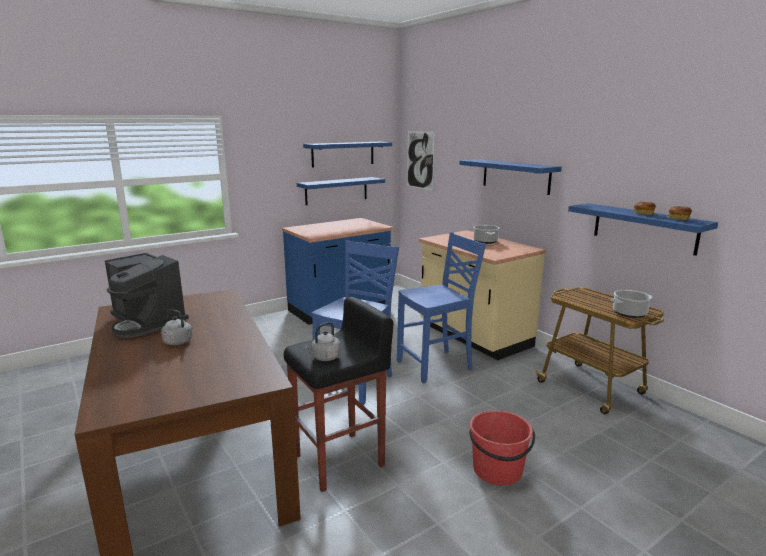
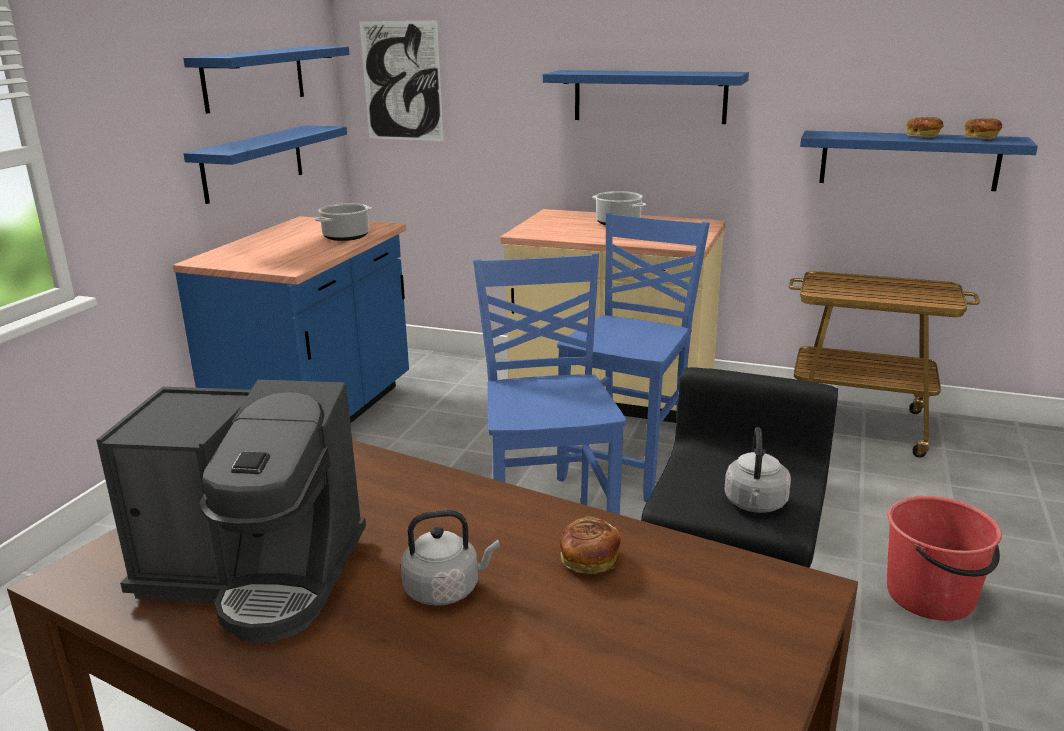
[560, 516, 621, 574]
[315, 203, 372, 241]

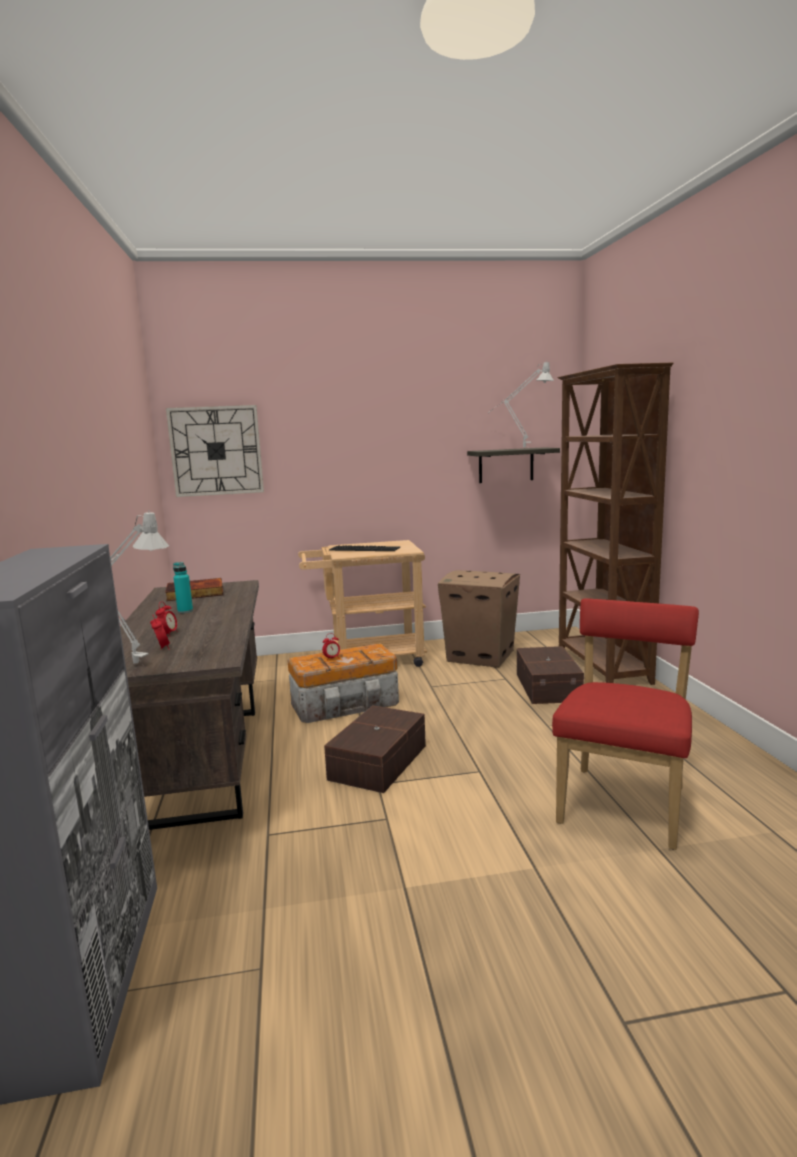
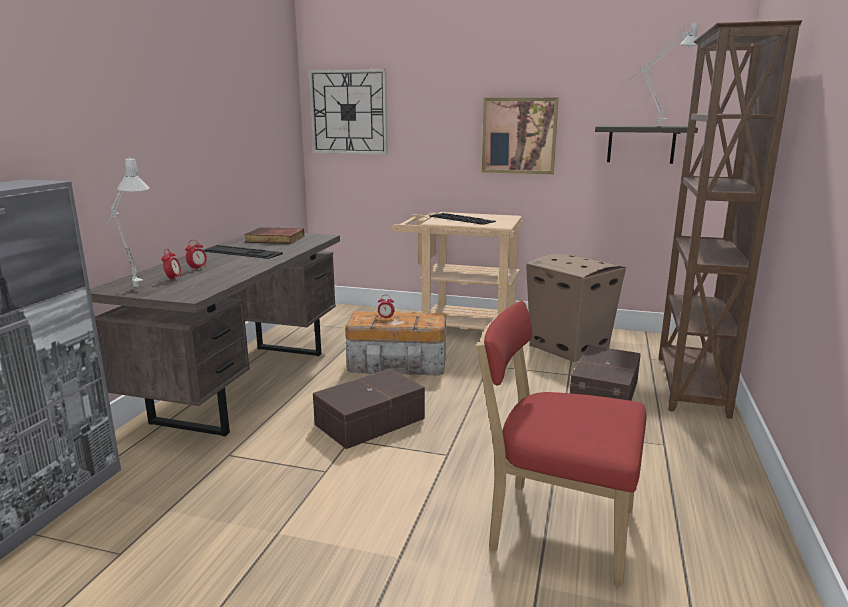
[482, 98, 559, 174]
[203, 245, 283, 259]
[477, 301, 647, 587]

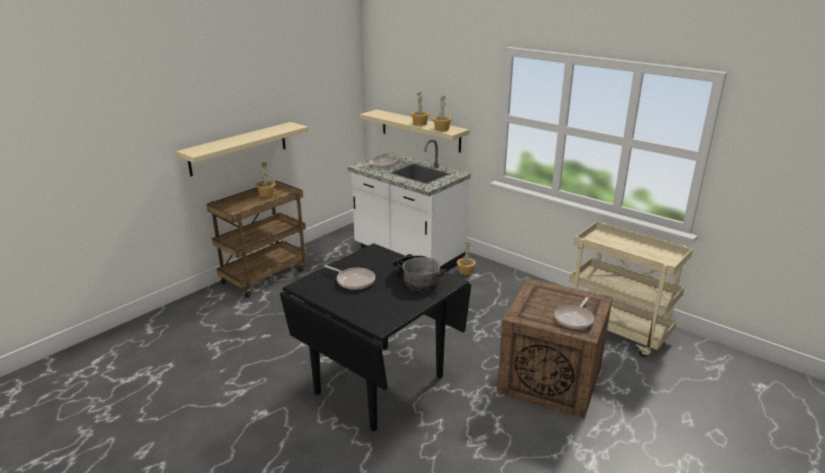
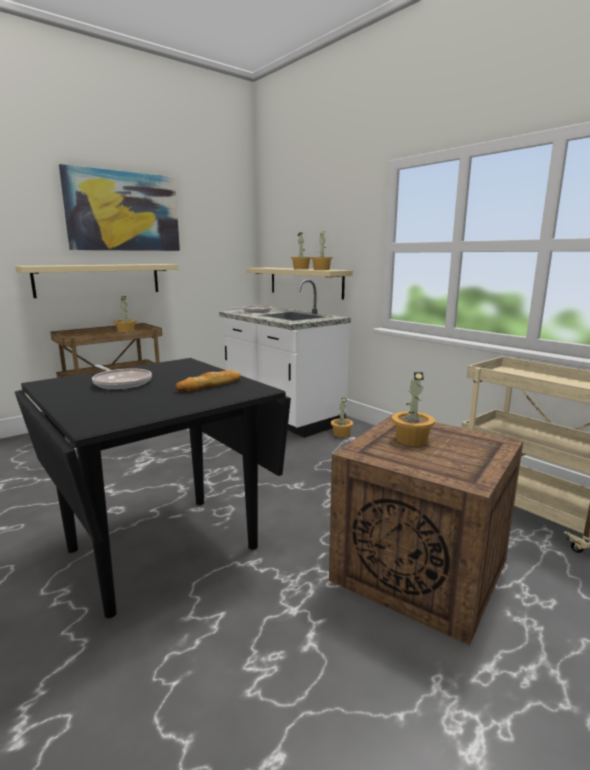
[554, 297, 594, 329] (first image)
[59, 164, 180, 251]
[392, 372, 435, 446]
[175, 370, 241, 392]

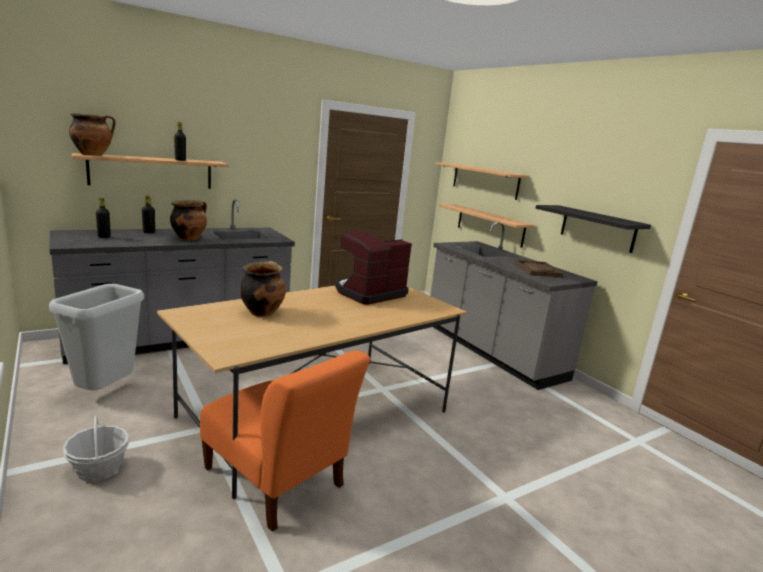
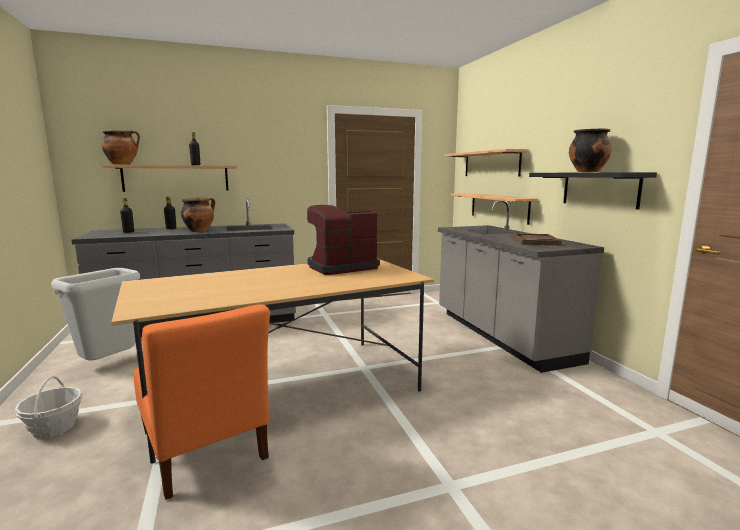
[569, 128, 612, 172]

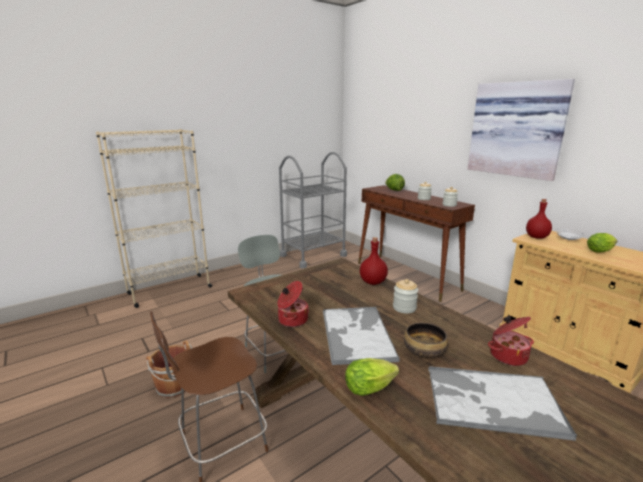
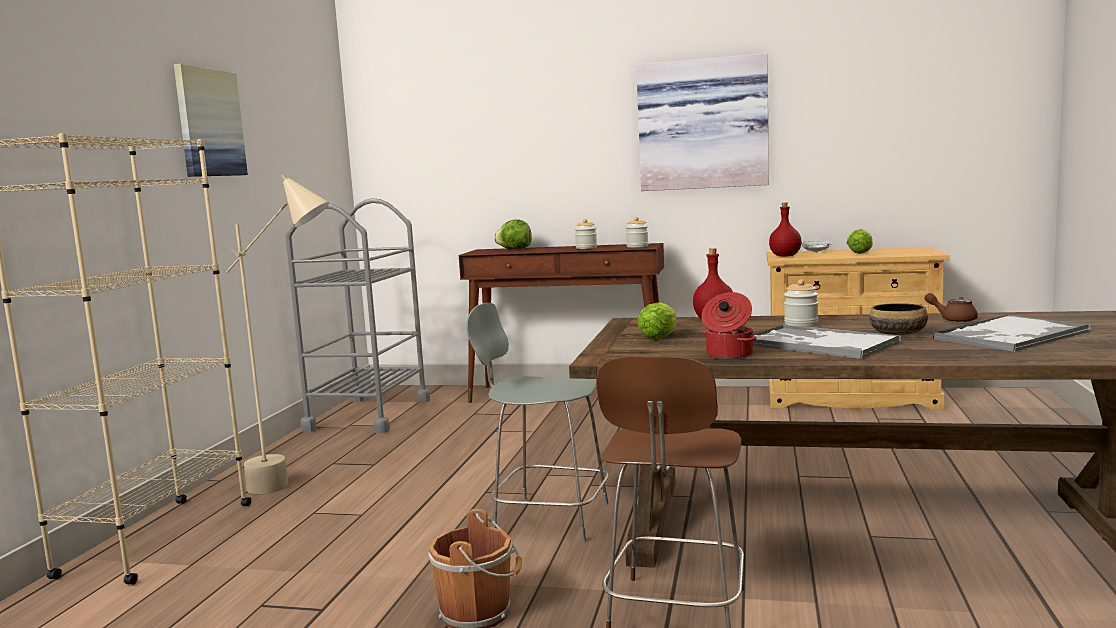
[174, 64, 248, 177]
[226, 175, 329, 494]
[637, 302, 676, 340]
[925, 293, 978, 322]

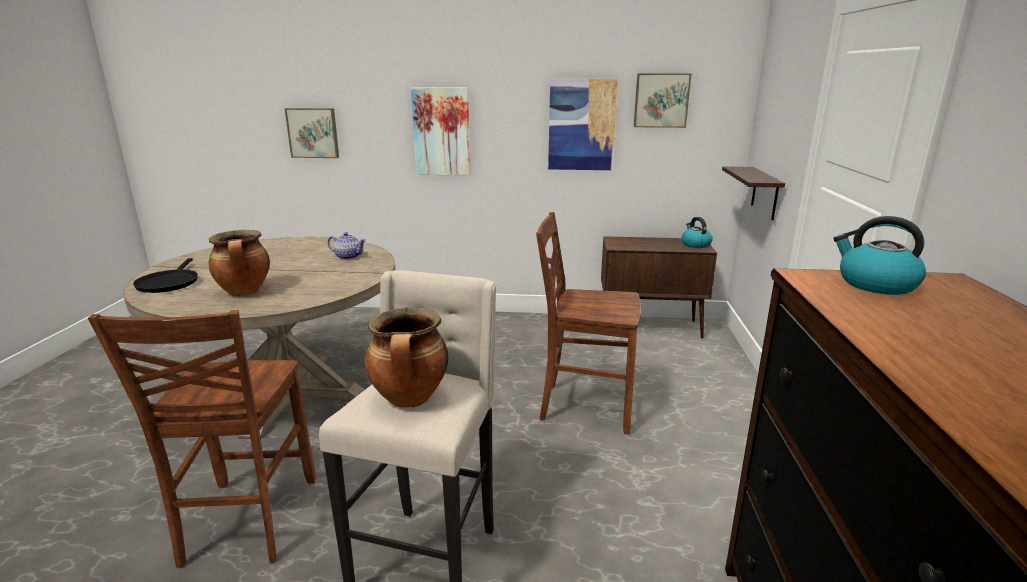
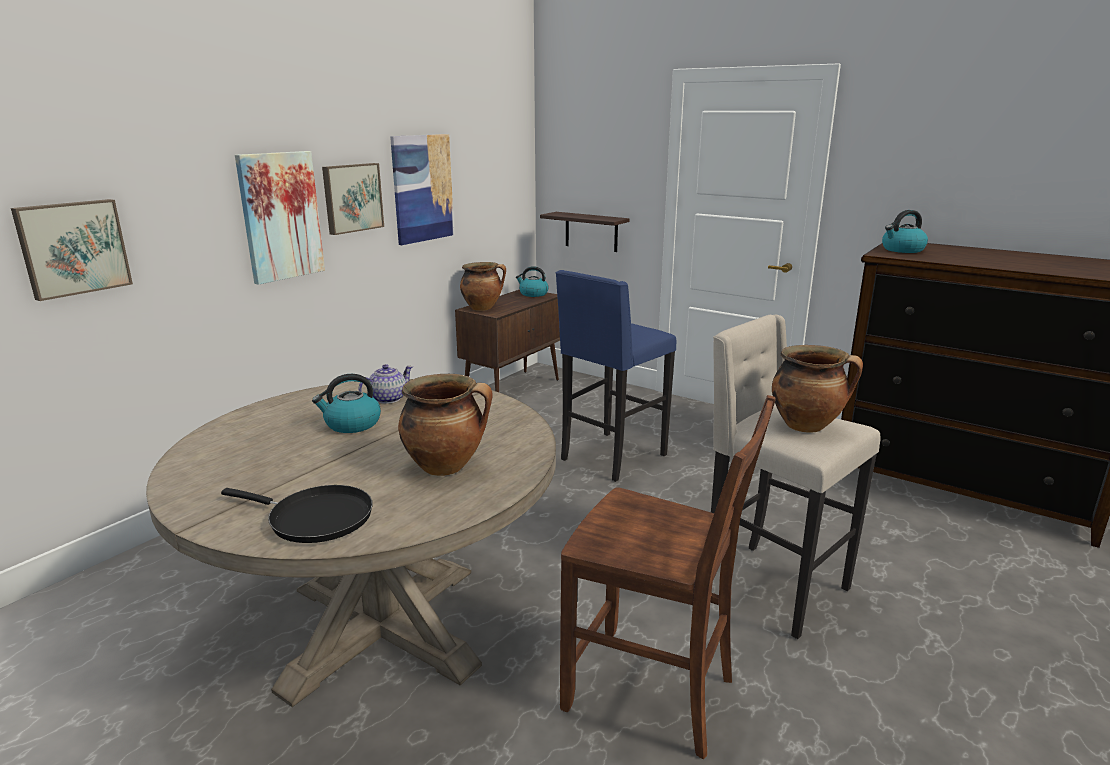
[312, 374, 381, 433]
[460, 262, 506, 311]
[322, 163, 384, 235]
[556, 270, 676, 482]

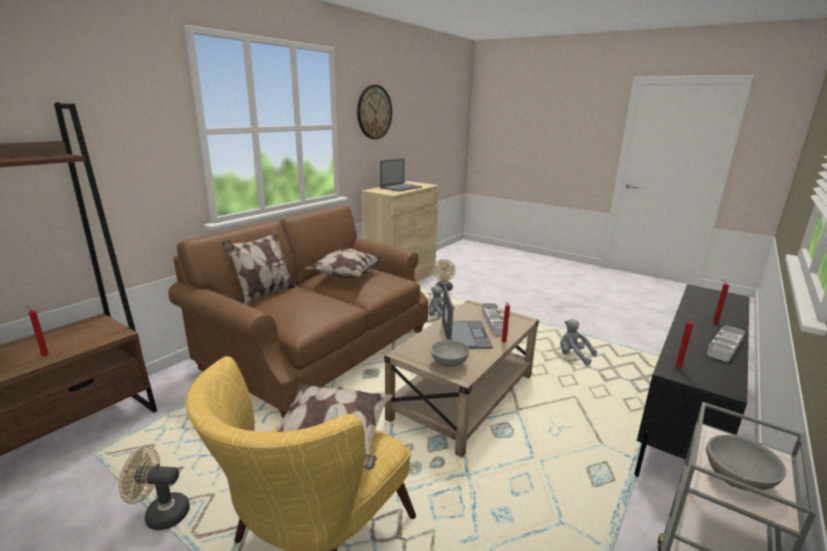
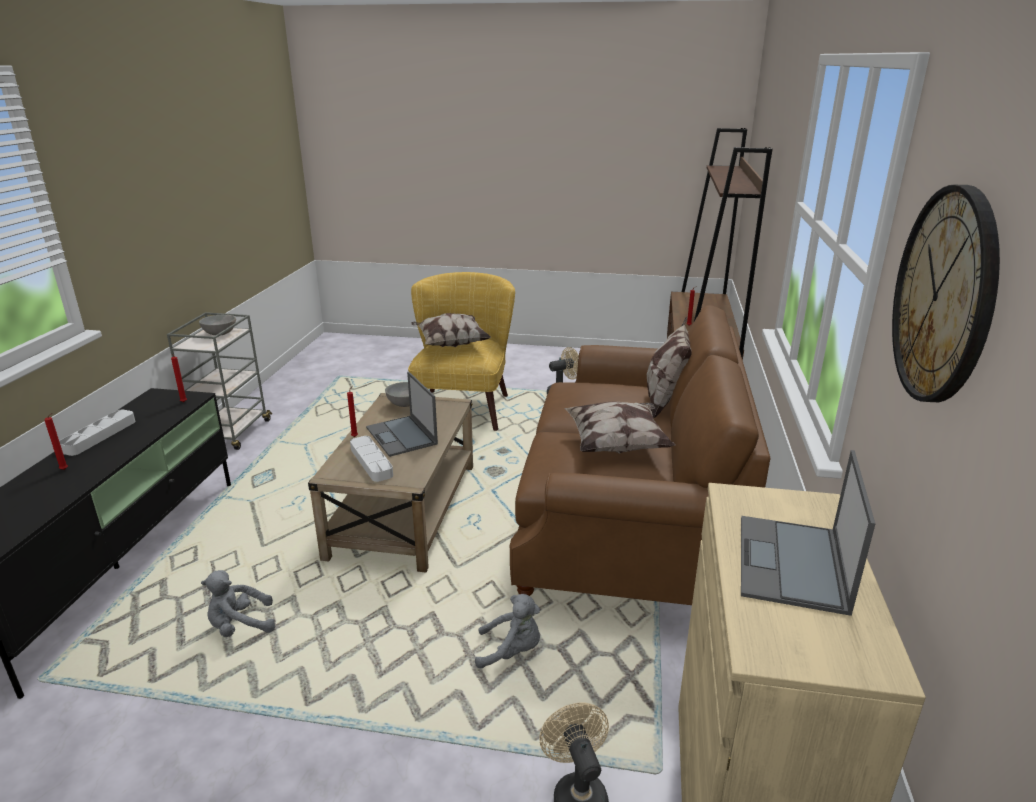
[201, 570, 275, 637]

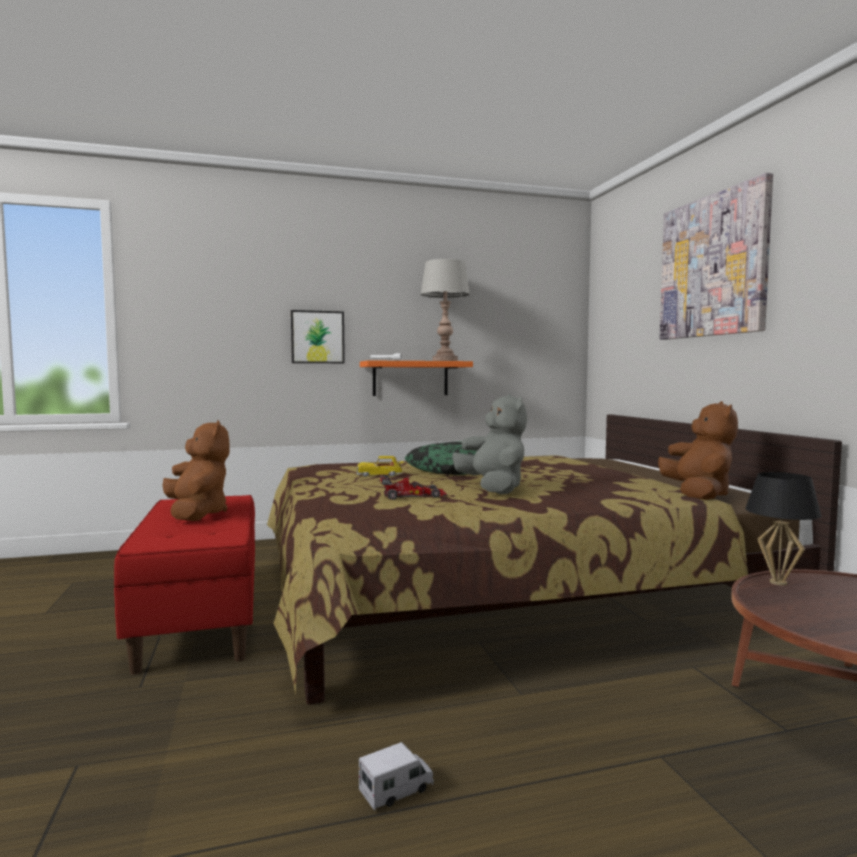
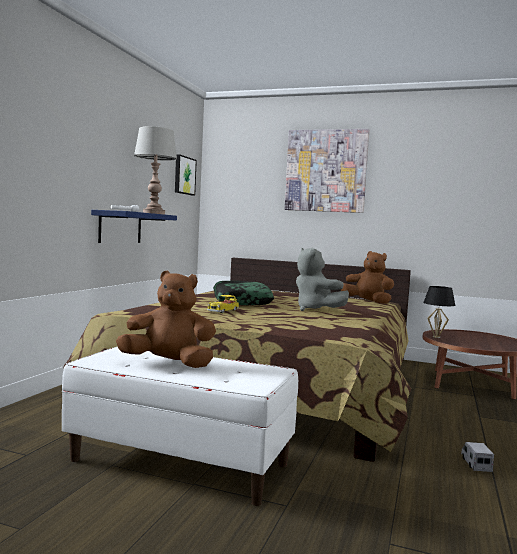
[380, 475, 447, 500] (first image)
[175, 154, 197, 196]
[62, 347, 298, 506]
[91, 210, 177, 243]
[296, 247, 349, 311]

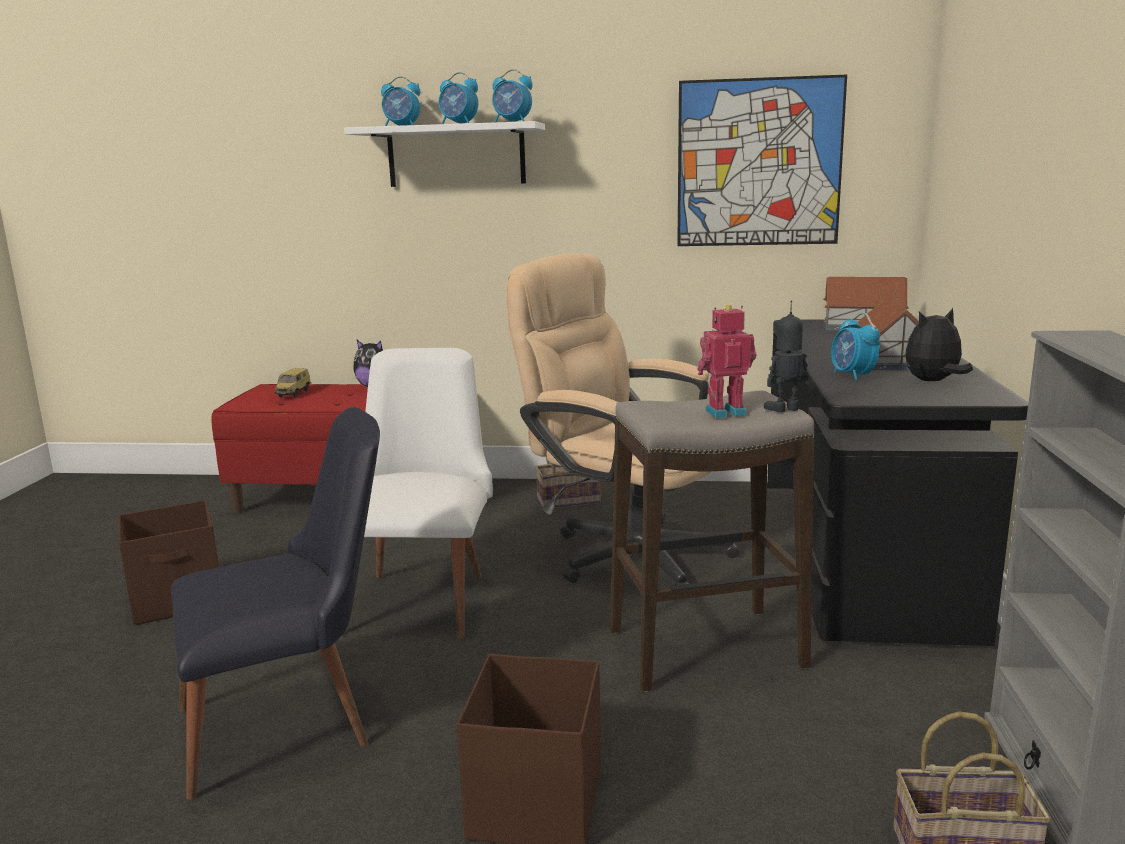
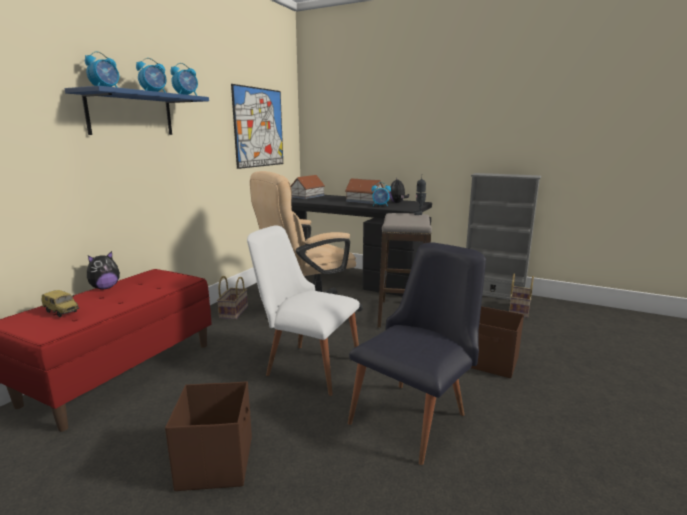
[697, 305, 756, 418] (first image)
[65, 86, 209, 135]
[348, 242, 486, 465]

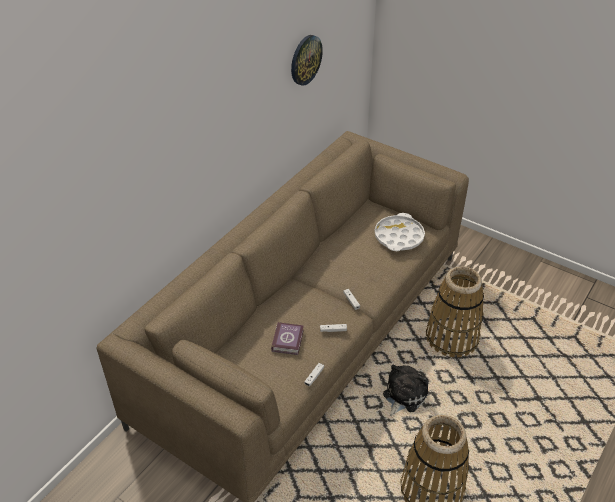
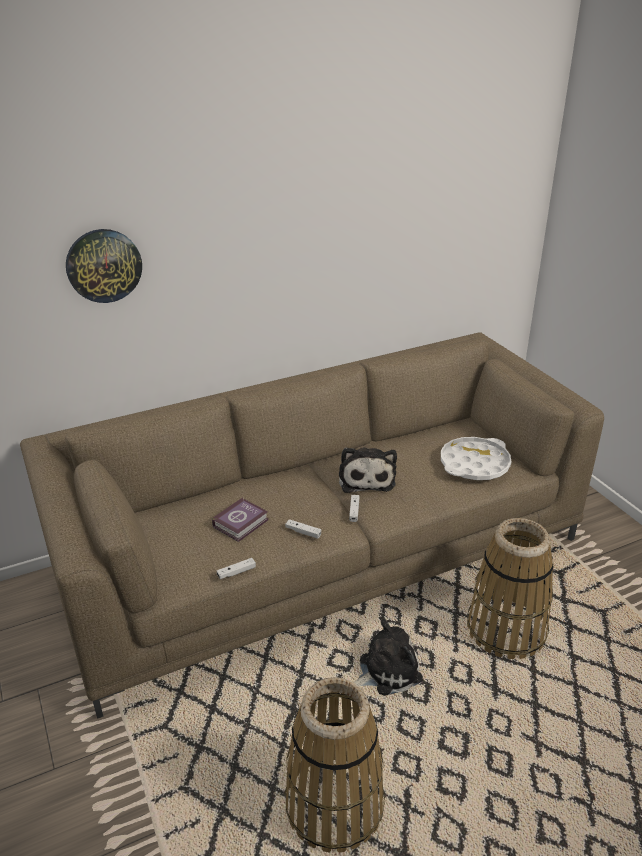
[339, 447, 397, 493]
[66, 229, 142, 303]

